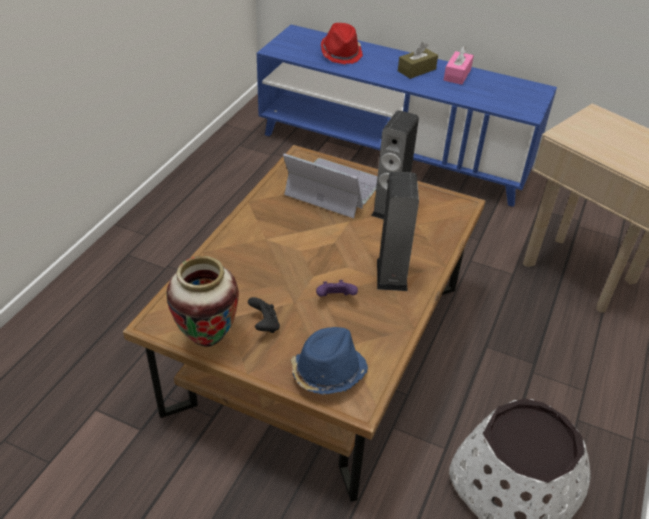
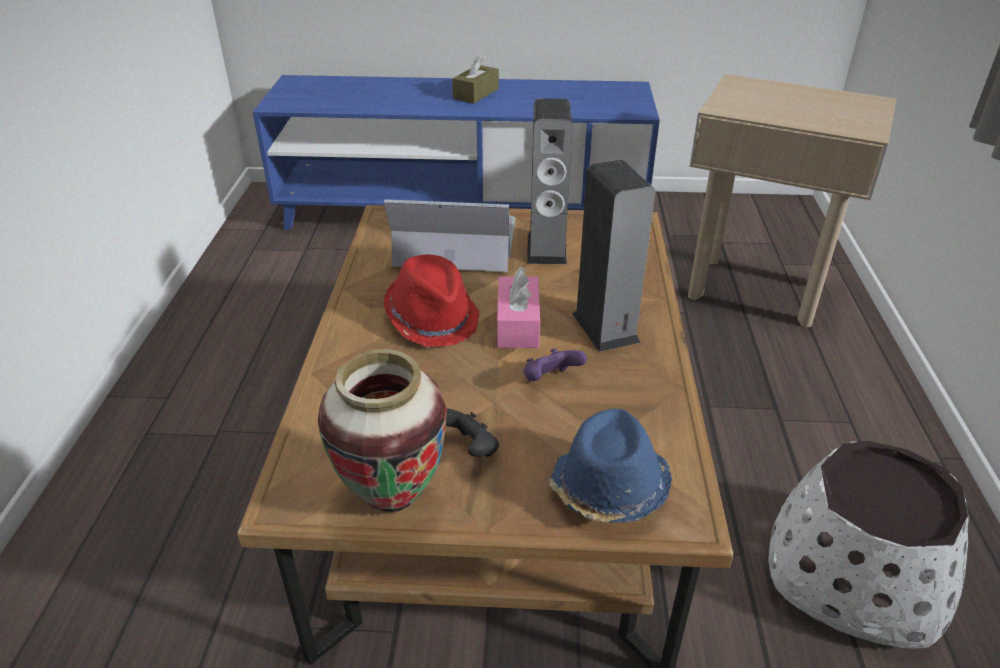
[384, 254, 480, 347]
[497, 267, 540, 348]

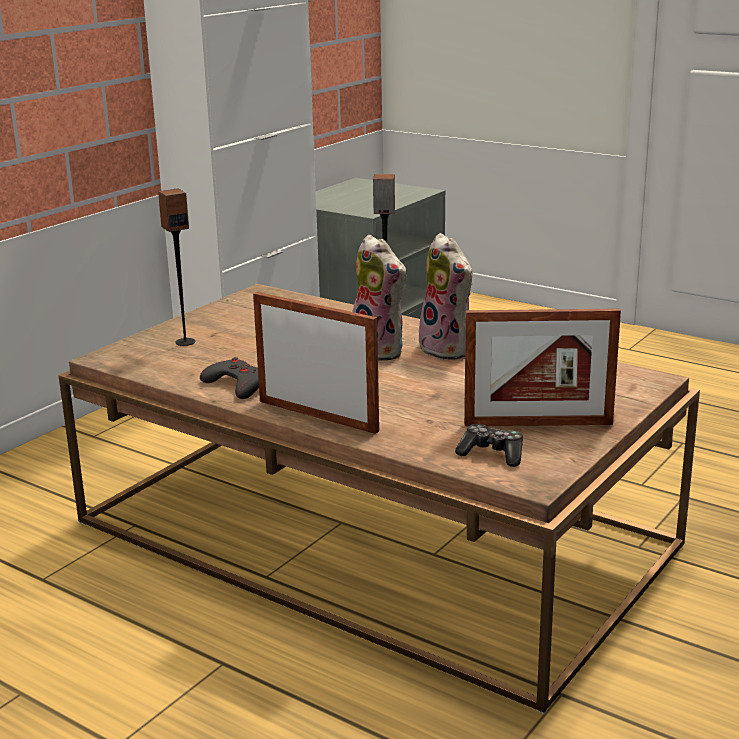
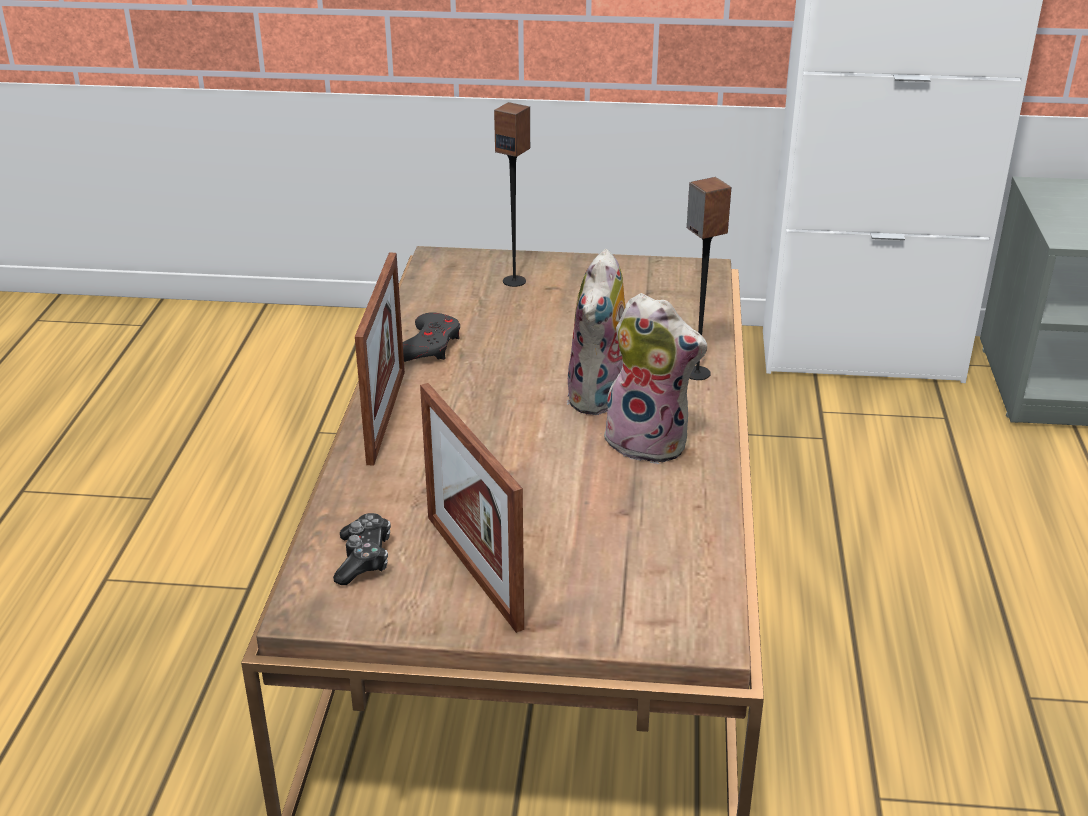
[601, 293, 707, 464]

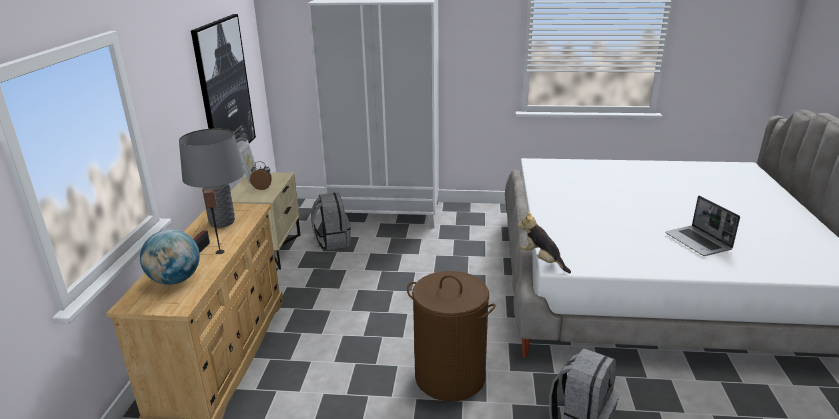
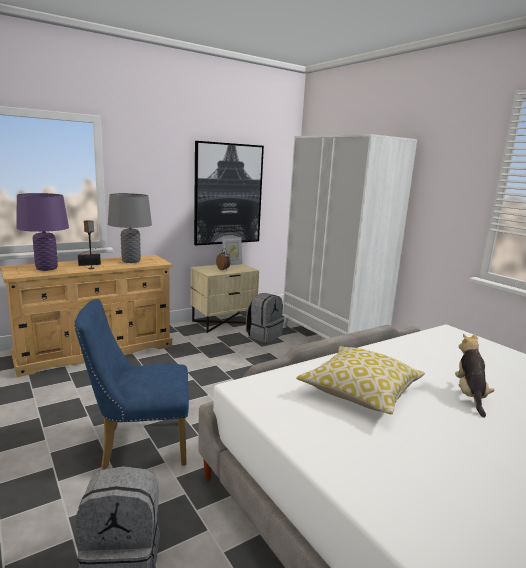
[665, 196, 740, 256] (first image)
[296, 346, 425, 414]
[455, 333, 494, 418]
[16, 193, 69, 271]
[74, 299, 189, 469]

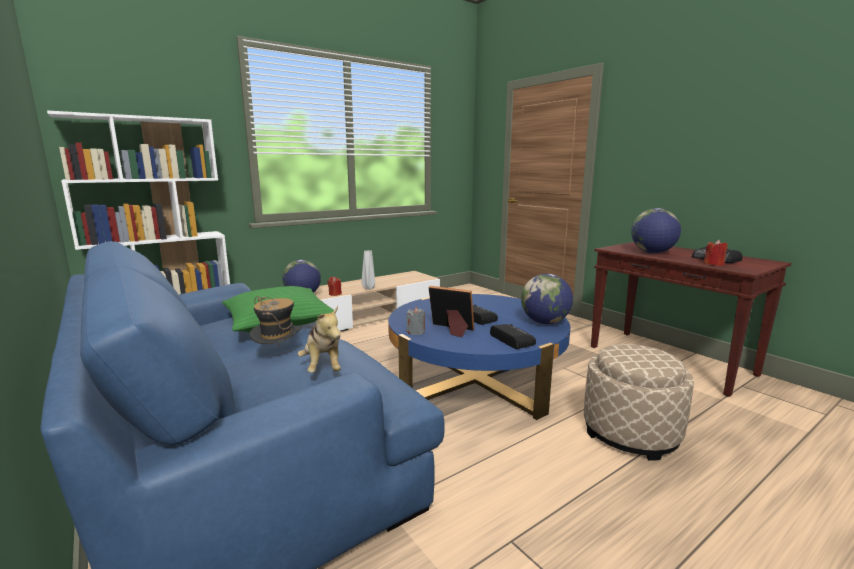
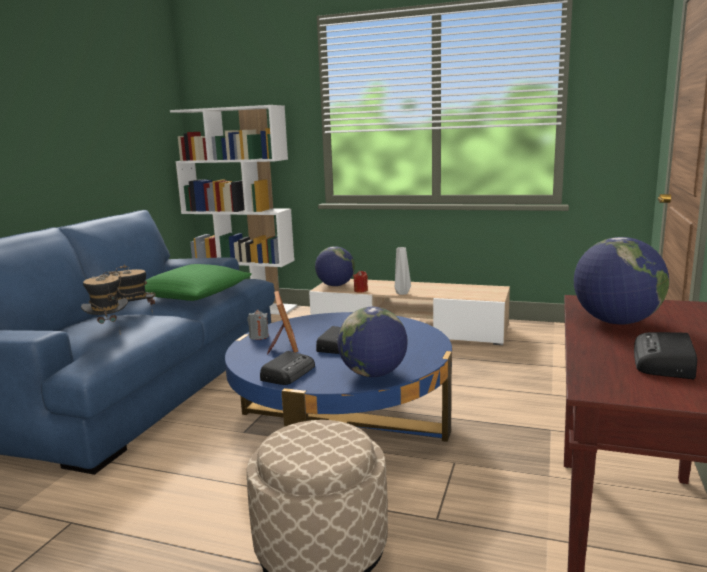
[704, 240, 728, 266] (first image)
[81, 271, 128, 327]

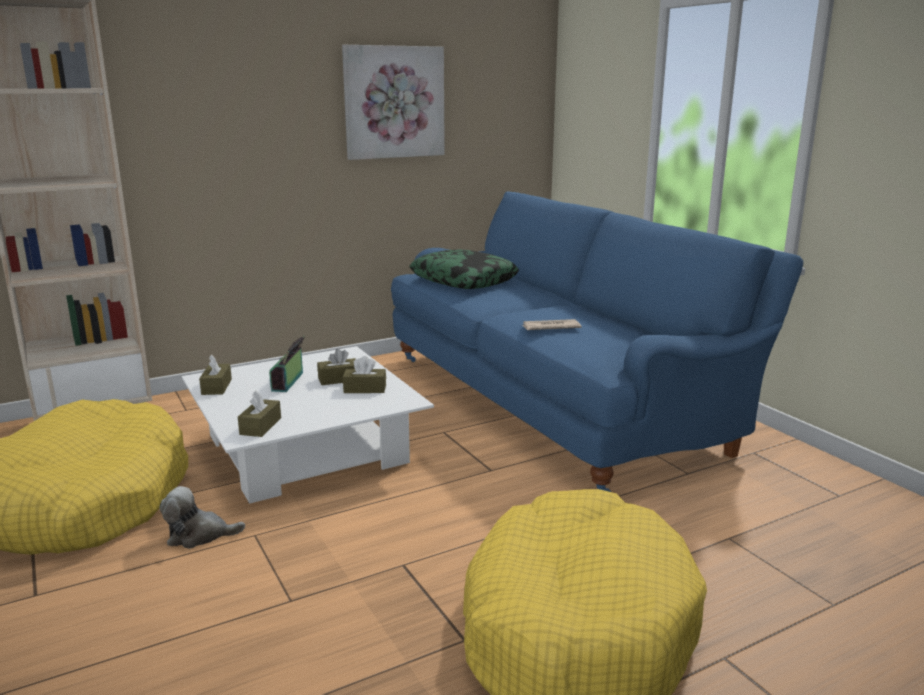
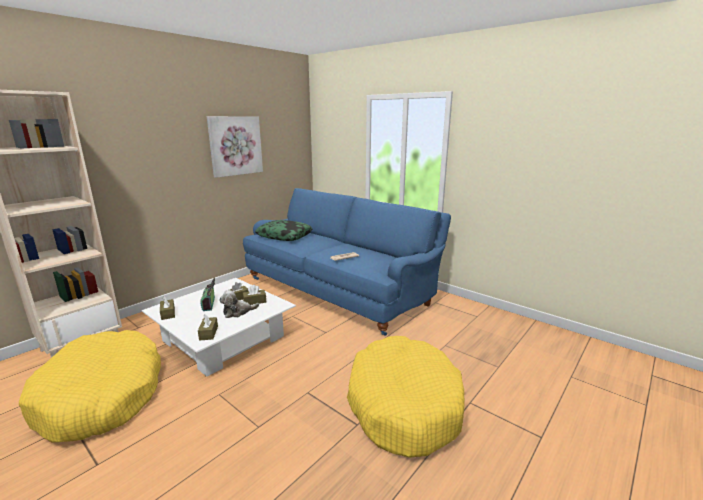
[219, 290, 259, 318]

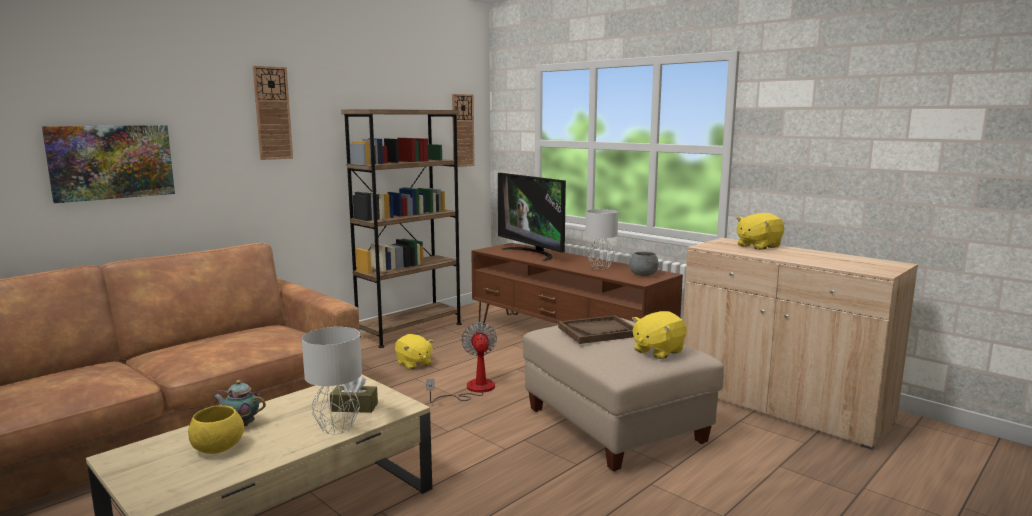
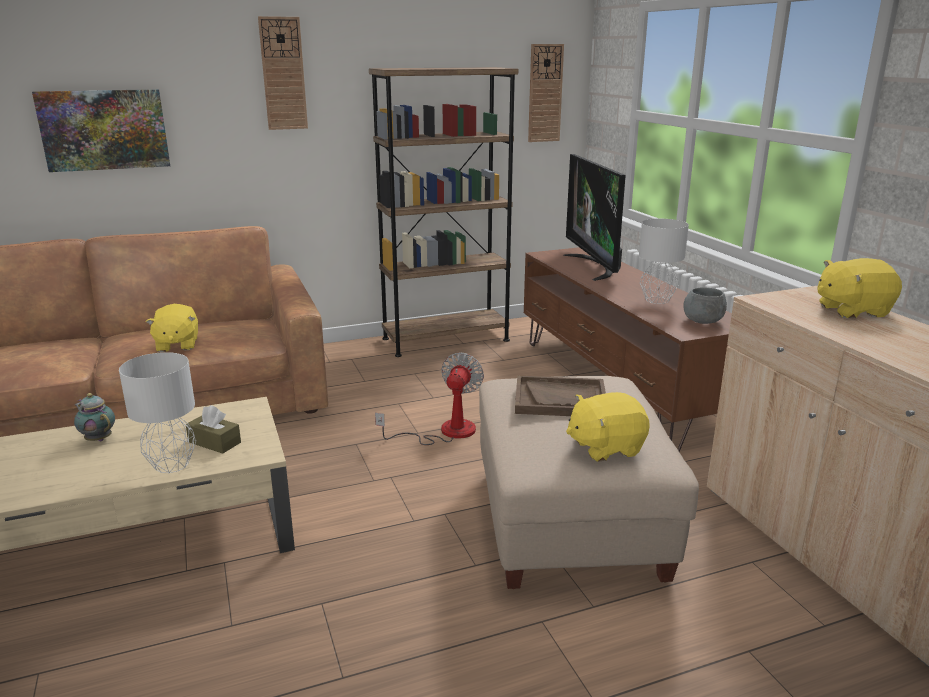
[188, 406, 244, 454] (first image)
[146, 304, 198, 352]

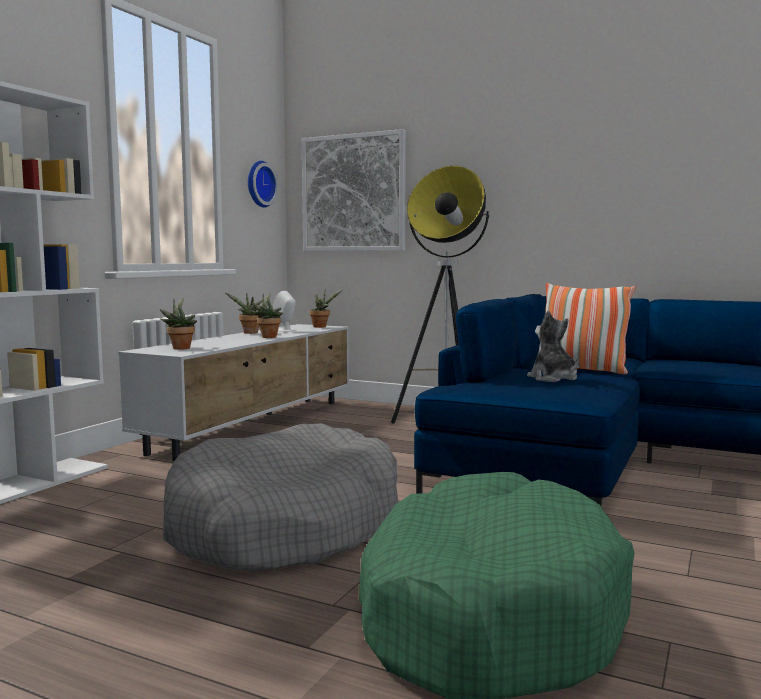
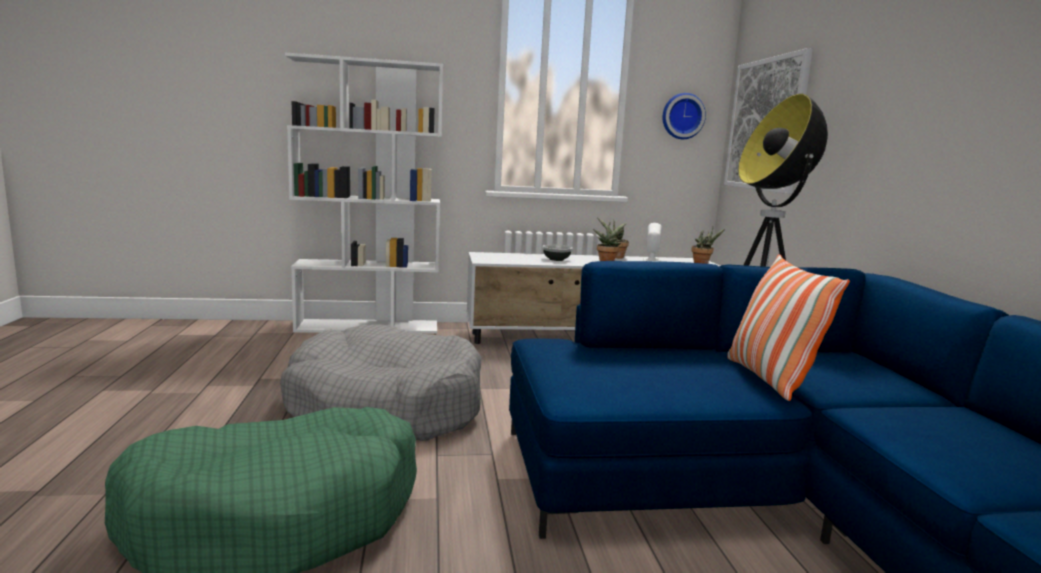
[160, 297, 197, 350] (first image)
[527, 311, 579, 382] (first image)
[543, 244, 572, 261]

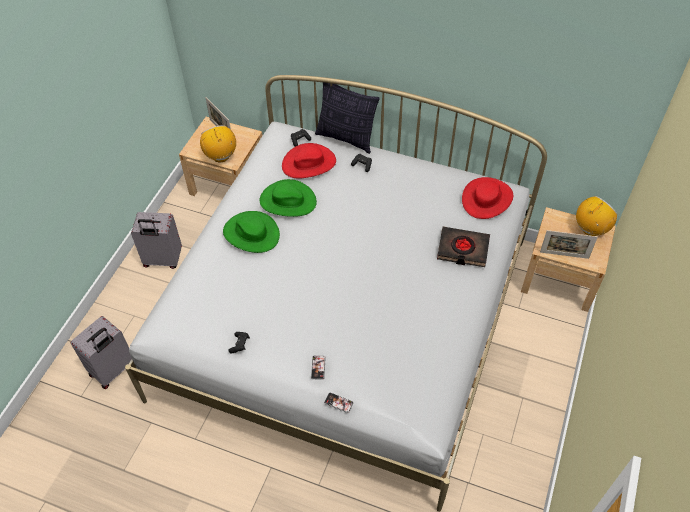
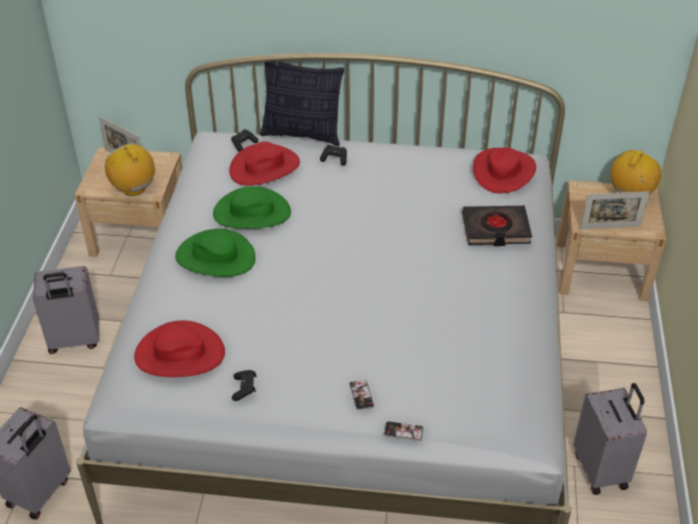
[134, 320, 225, 377]
[573, 383, 647, 495]

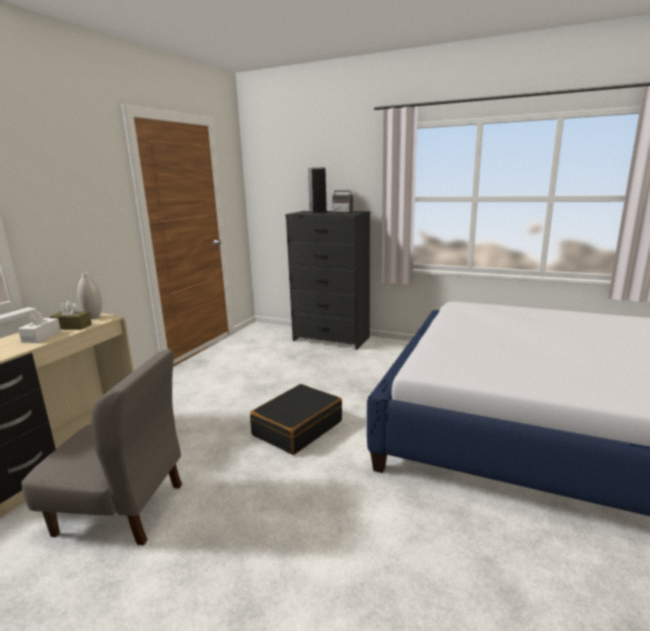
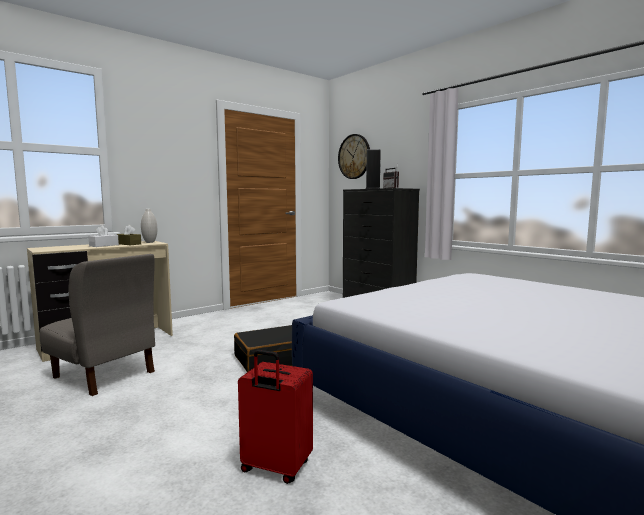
[238, 350, 313, 484]
[338, 134, 370, 179]

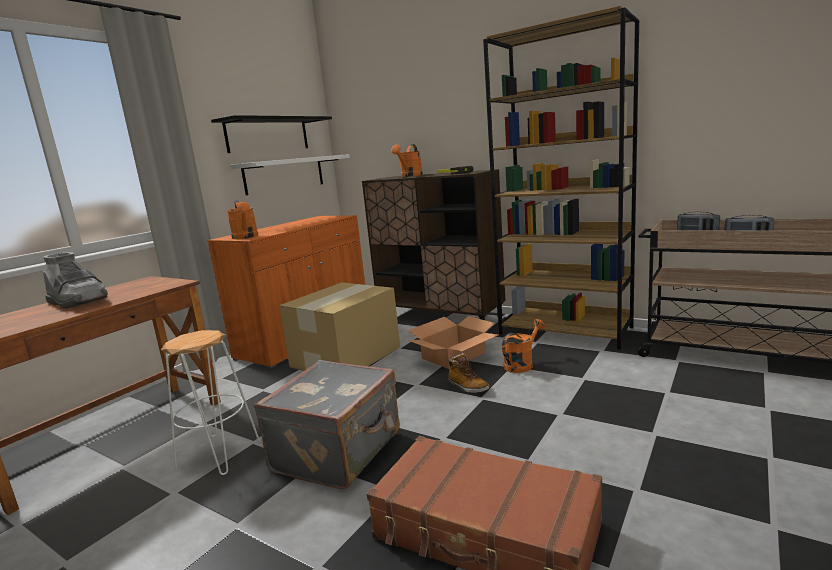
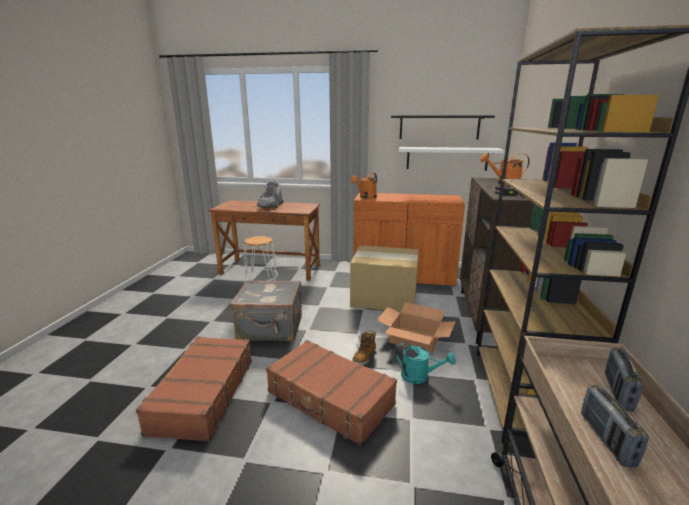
[266, 340, 397, 446]
[396, 342, 456, 384]

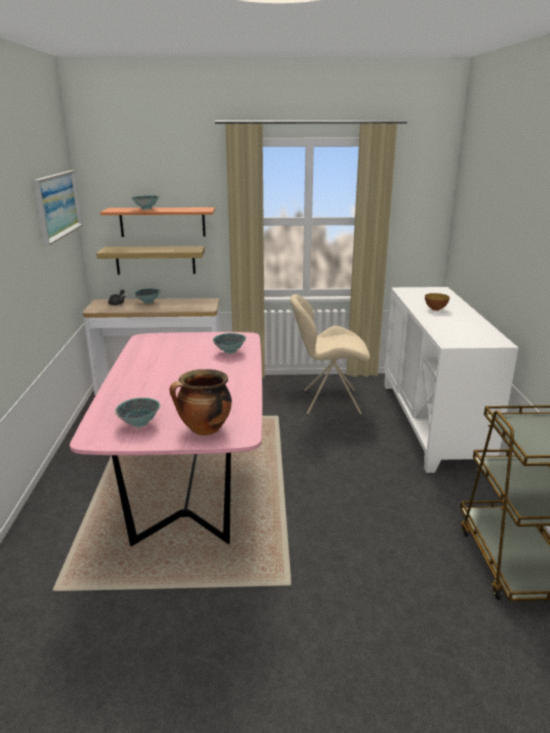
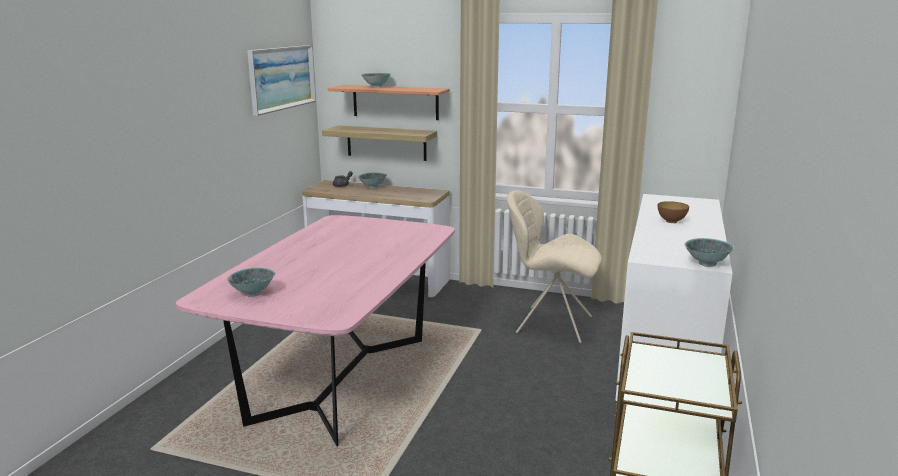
[169, 369, 232, 435] (first image)
[685, 238, 735, 267]

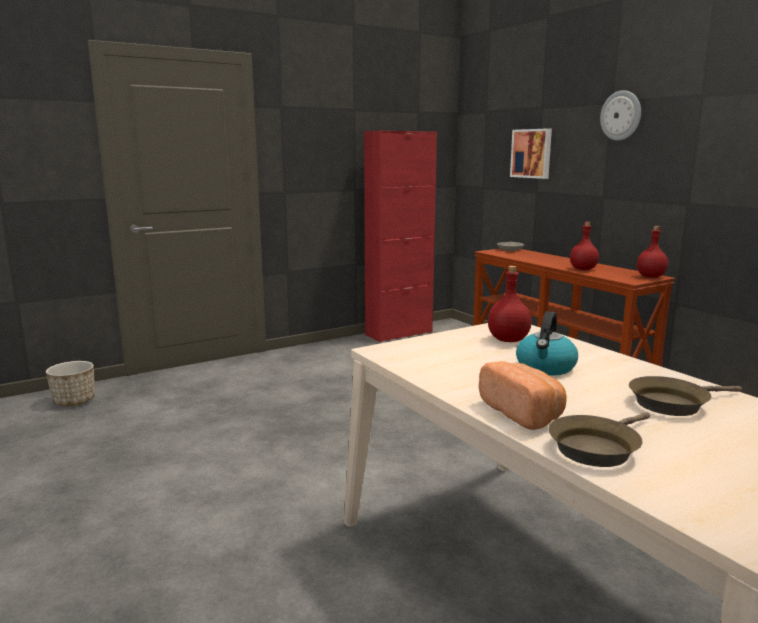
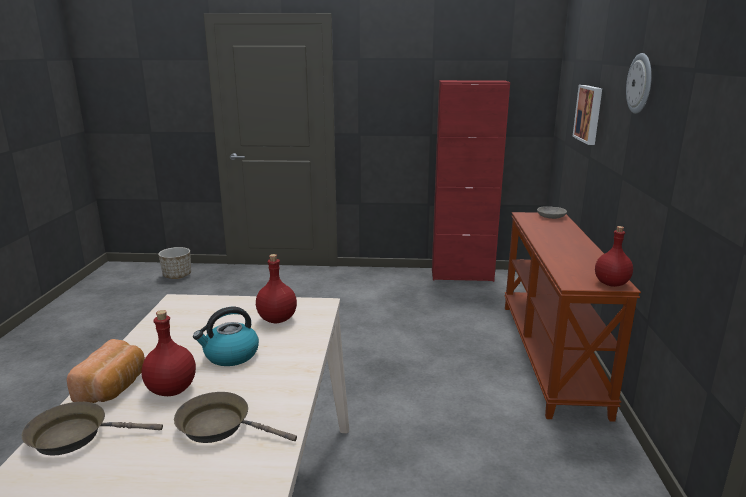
[141, 310, 196, 396]

